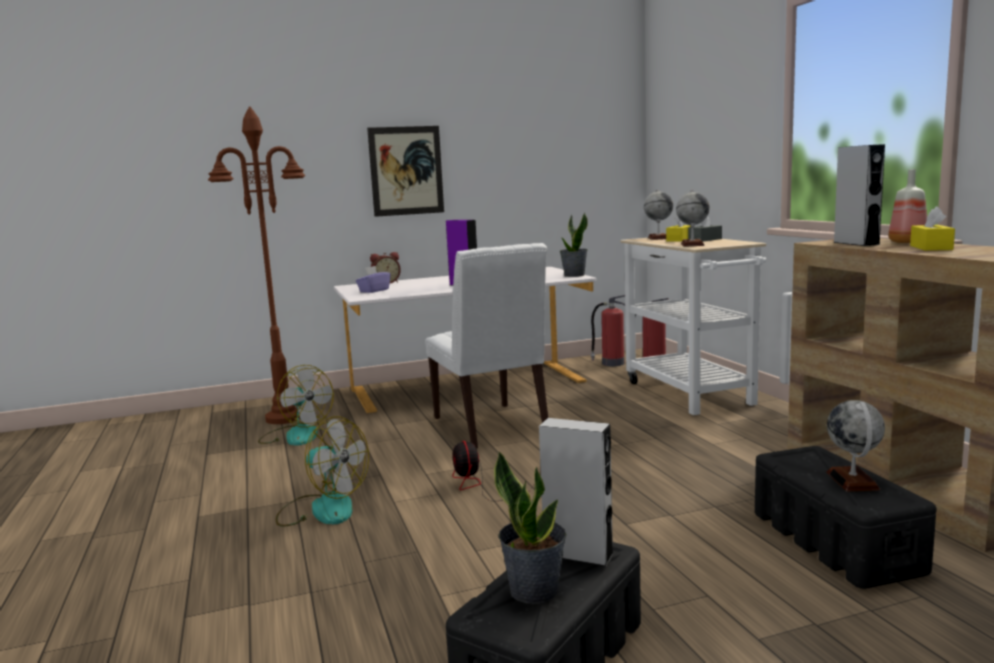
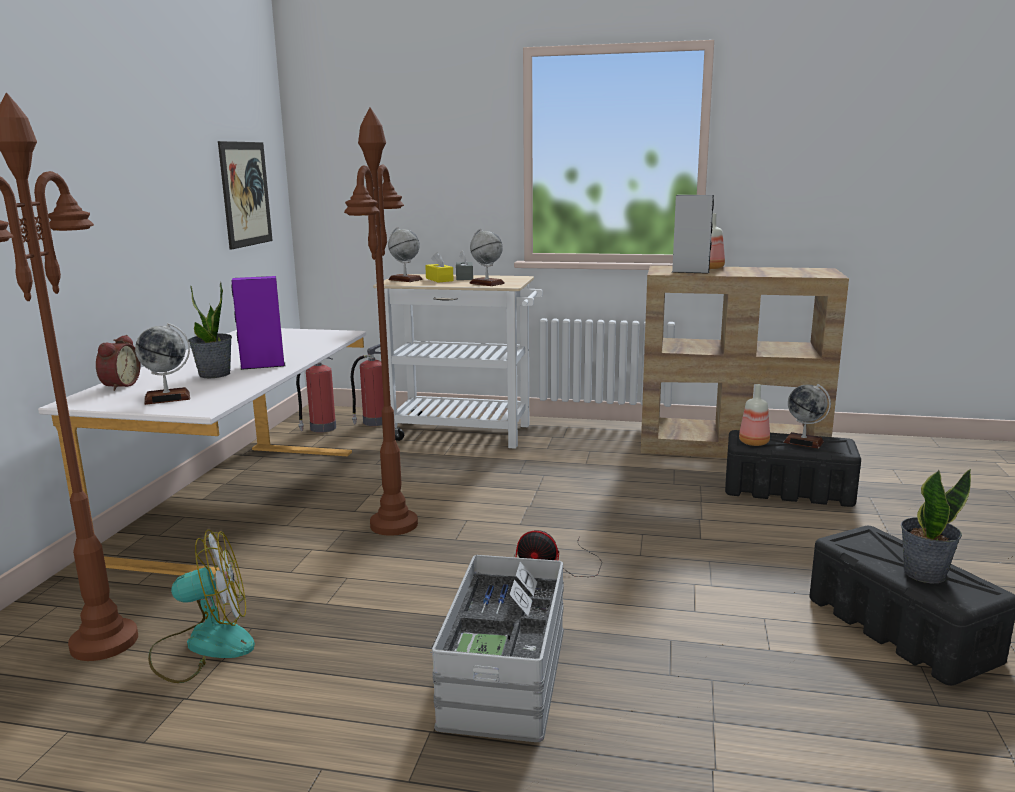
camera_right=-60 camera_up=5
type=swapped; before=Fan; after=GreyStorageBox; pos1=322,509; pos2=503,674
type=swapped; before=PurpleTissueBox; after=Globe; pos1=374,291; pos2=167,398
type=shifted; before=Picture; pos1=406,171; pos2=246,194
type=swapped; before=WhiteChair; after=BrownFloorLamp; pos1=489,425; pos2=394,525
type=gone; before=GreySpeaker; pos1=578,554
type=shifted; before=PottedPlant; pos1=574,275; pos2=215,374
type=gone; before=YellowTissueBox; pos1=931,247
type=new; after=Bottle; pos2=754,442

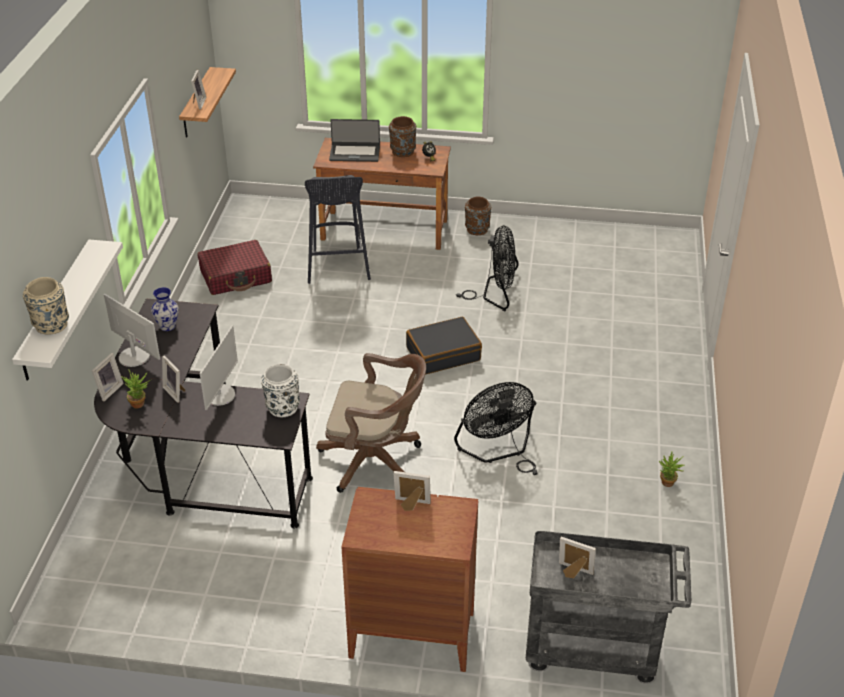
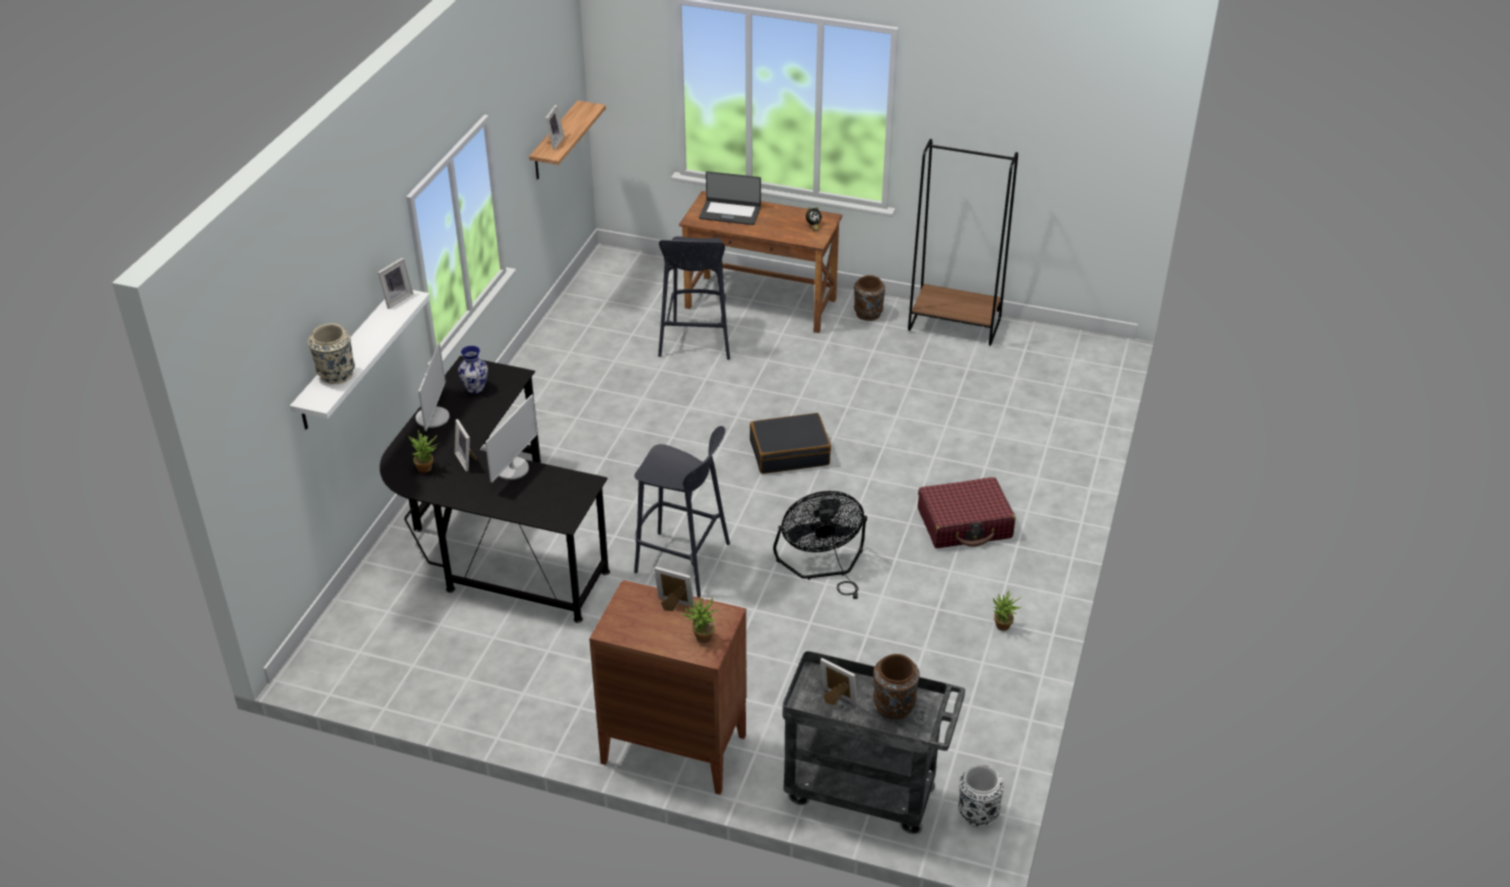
camera_right=10 camera_up=0
type=shifted; before=PictureFrame; pos1=108,390; pos2=396,299
type=rotated; before=Monitor; pos1=134,356; pos2=433,417; turn=45
type=shifted; before=RedSuitcase; pos1=236,276; pos2=965,524
type=shifted; before=WhiteVase; pos1=282,407; pos2=977,813
type=swapped; before=BrownOfficeChair; after=GreyStool; pos1=376,461; pos2=683,562
type=shifted; before=BrownVase; pos1=403,152; pos2=894,706
type=gone; before=BlackFan; pos1=495,291
type=new; after=PottedPlant; pos2=701,638
type=new; after=ClothesRack; pos2=954,326

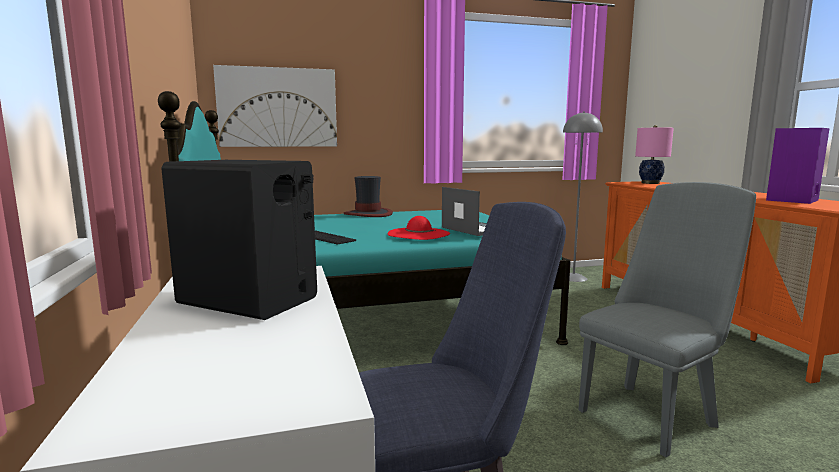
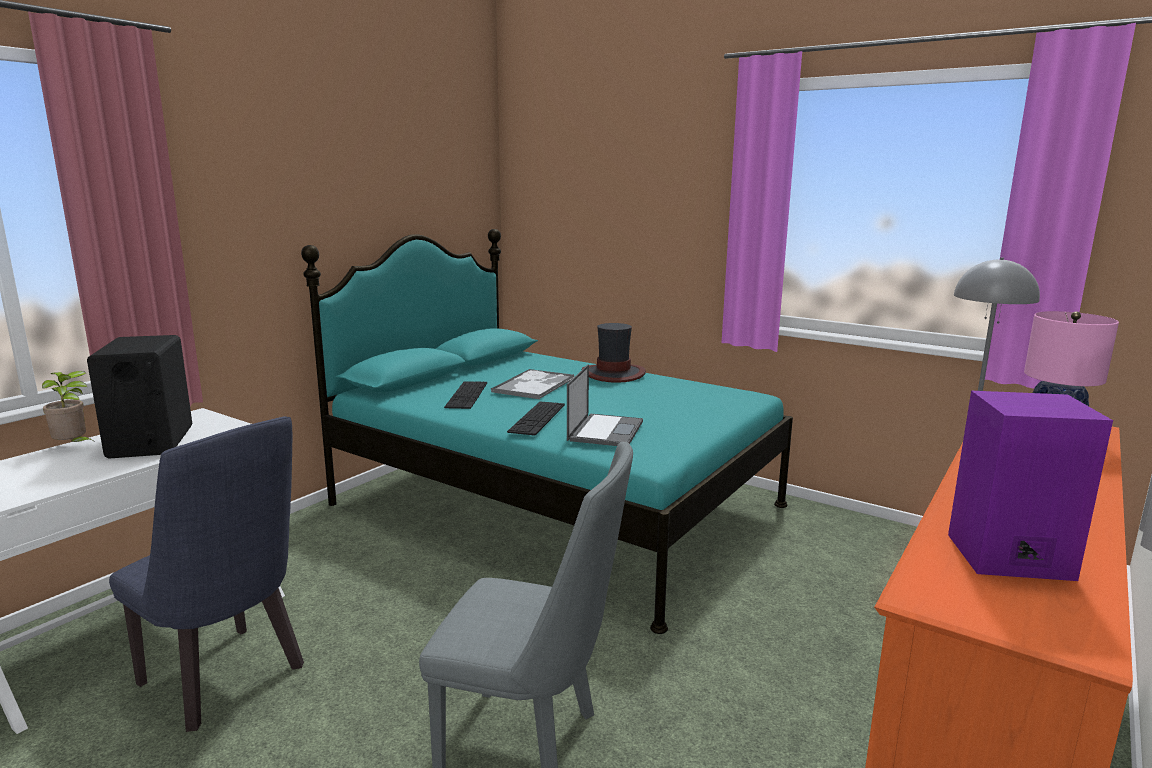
camera_right=50 camera_up=5
type=gone; before=Picture; pos1=278,107
type=swapped; before=RedHat; after=Keyboard; pos1=418,234; pos2=537,418
type=new; after=PottedPlant; pos2=74,446
type=new; after=Tray; pos2=534,385

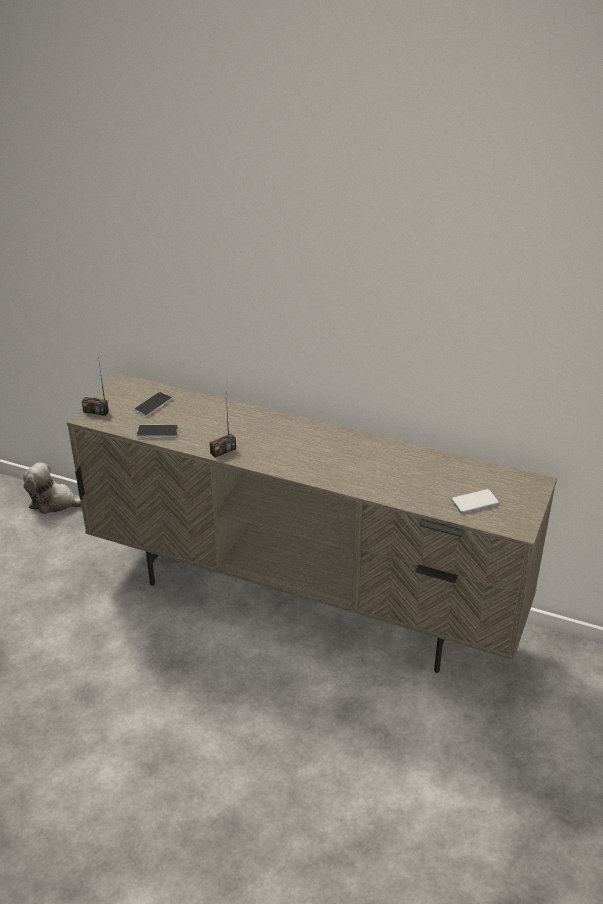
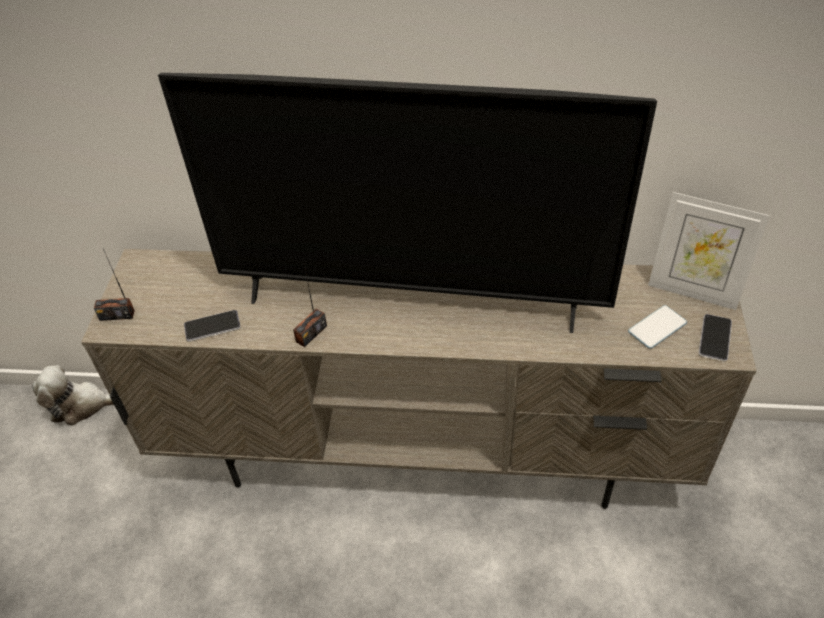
camera_right=-15 camera_up=10
type=shifted; before=Phone; pos1=153,405; pos2=715,338
type=new; after=Television; pos2=411,300
type=new; after=PictureFrame; pos2=693,291

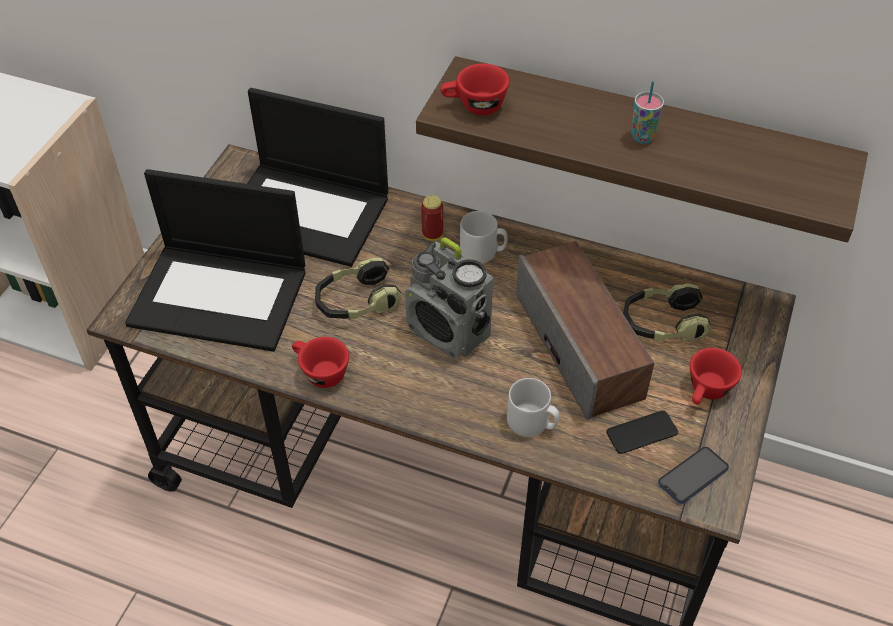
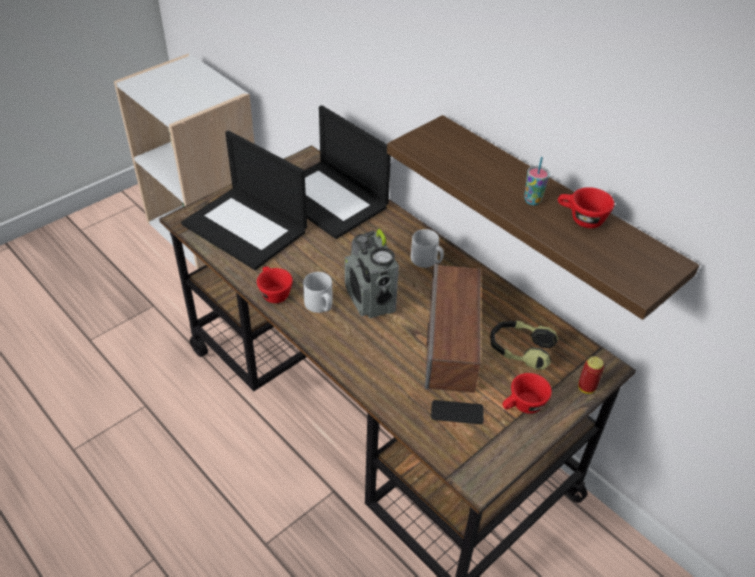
camera_right=25 camera_up=-5
type=gone; before=Headphones; pos1=356,302
type=shifted; before=Can; pos1=432,235; pos2=586,387
type=shifted; before=RedCup; pos1=474,106; pos2=580,219
type=shifted; before=GreyMug; pos1=532,423; pos2=320,305
type=gone; before=Phone; pos1=692,476

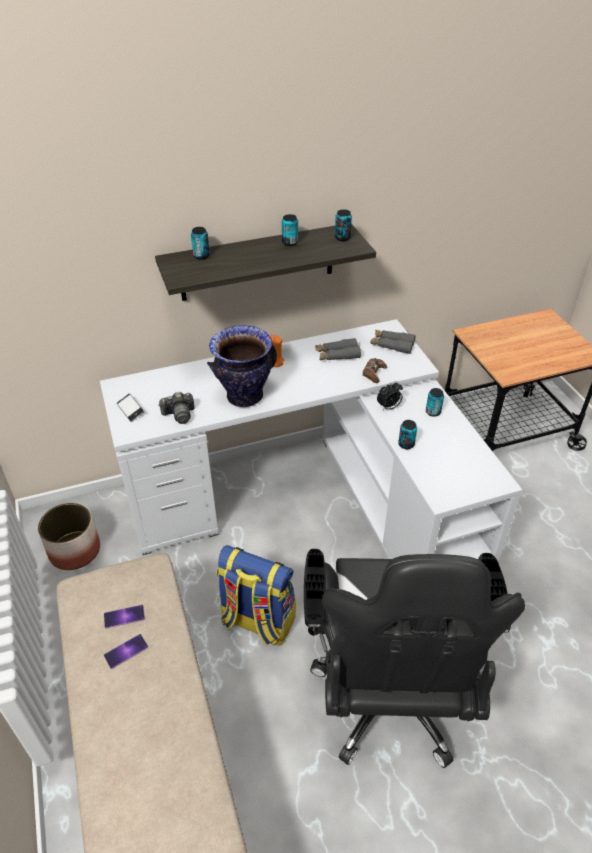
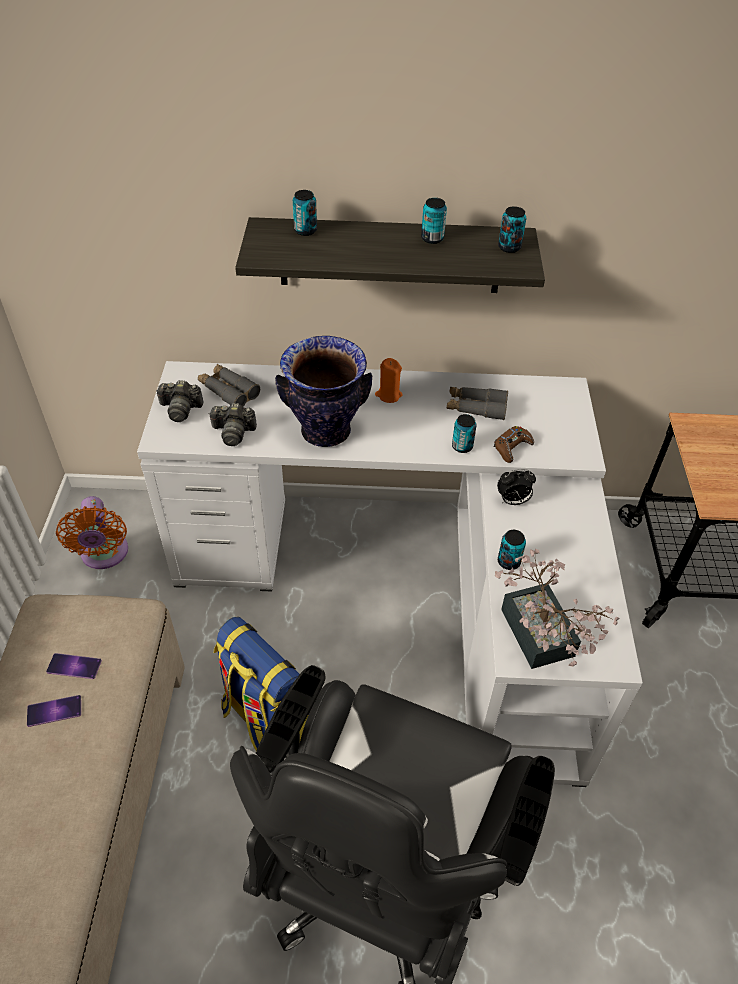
camera_right=20 camera_up=5
type=swapped; before=Planter; after=OrangeFan; pos1=75,550; pos2=104,555
type=swapped; before=Phone; after=PhotoCamera; pos1=130,410; pos2=180,409
type=shifted; before=GreyBinoculars; pos1=392,345; pos2=228,391
type=shifted; before=Can; pos1=433,412; pos2=462,446
type=new; after=PottedPlant; pos2=540,641

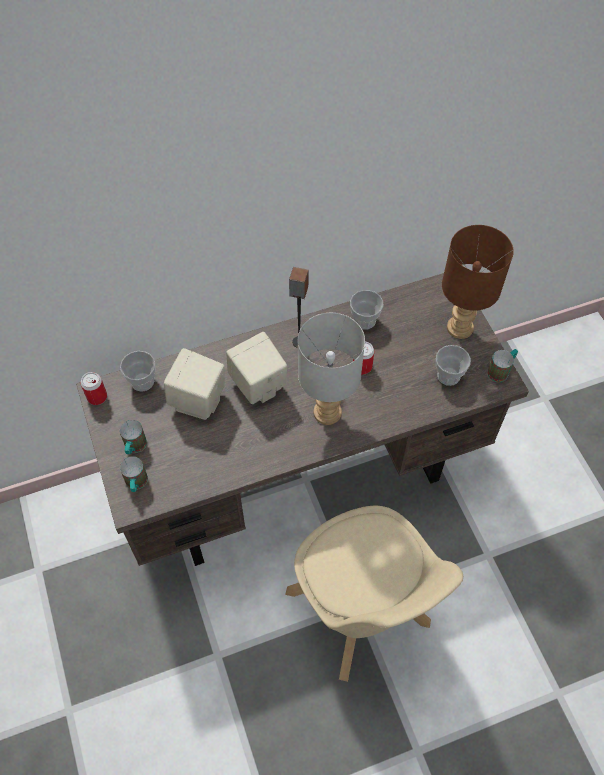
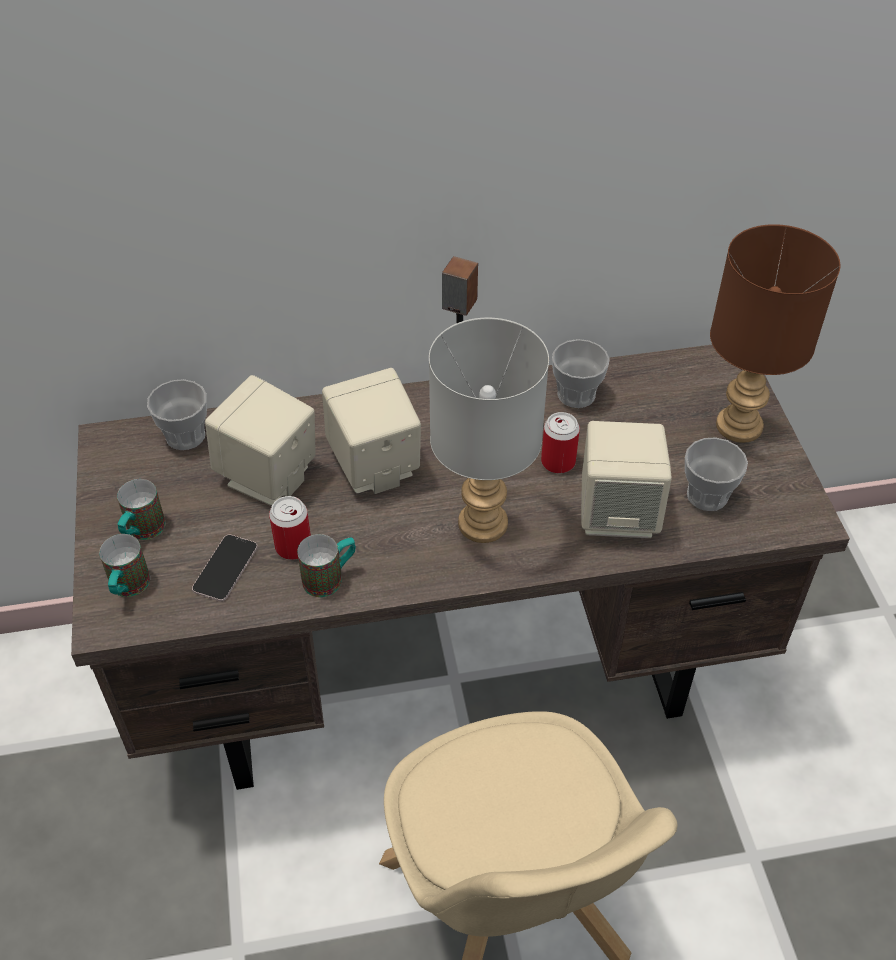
camera_right=10 camera_up=-10
type=shifted; before=Can; pos1=97,397; pos2=293,546
type=shifted; before=Mug; pos1=501,371; pos2=330,577
type=new; after=Phone; pos2=225,568
type=new; after=BeigeSpeaker; pos2=618,513

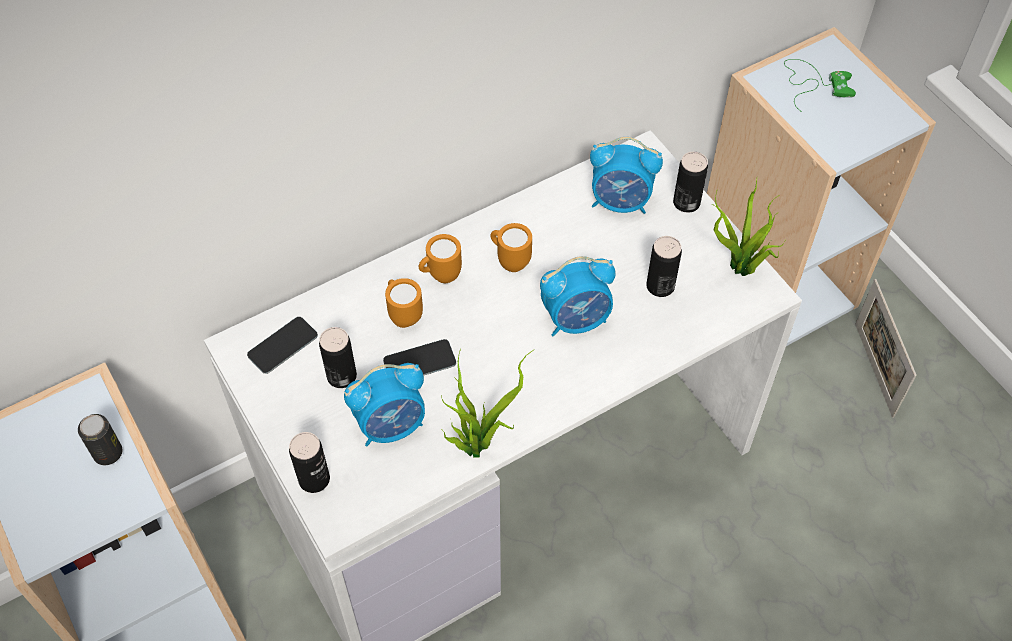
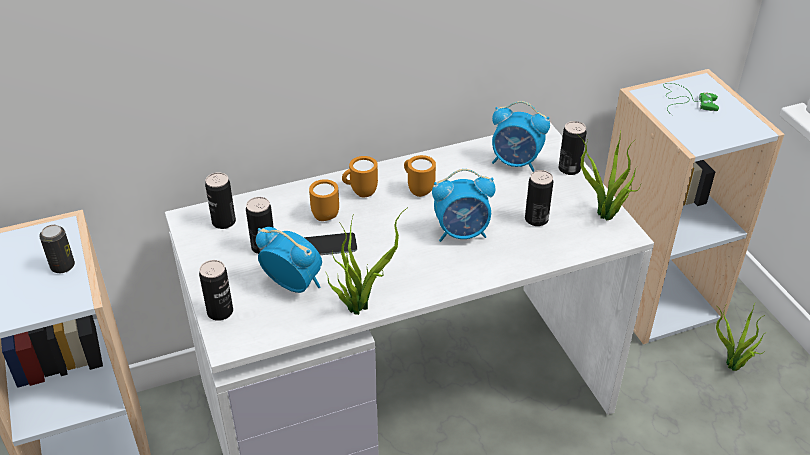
camera_right=10 camera_up=-15
type=swapped; before=Phone; after=Can; pos1=282,345; pos2=224,222
type=rotated; before=AlarmClock; pos1=391,425; pos2=293,284; turn=-135
type=swapped; before=PictureFrame; after=PottedPlant; pos1=874,369; pos2=732,366

